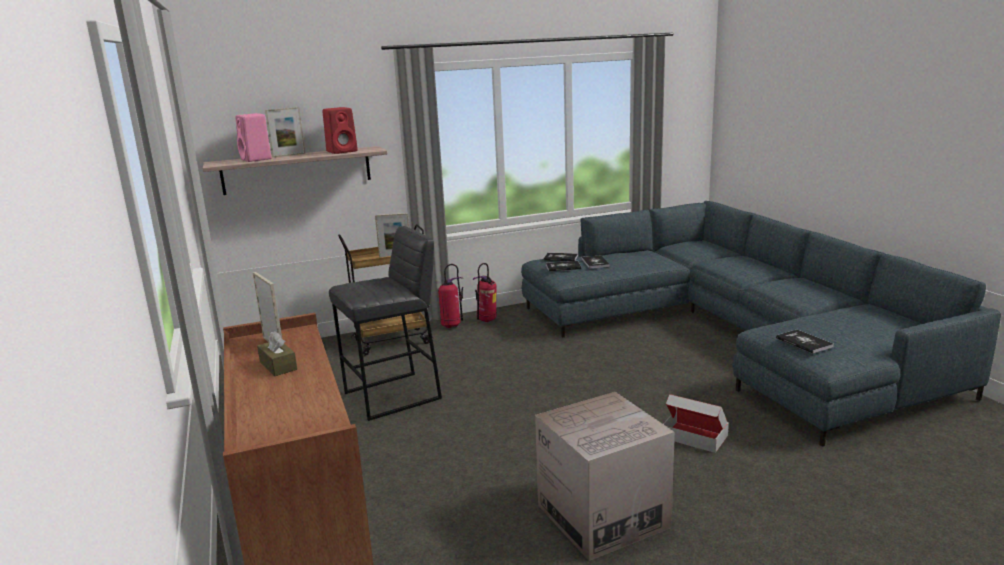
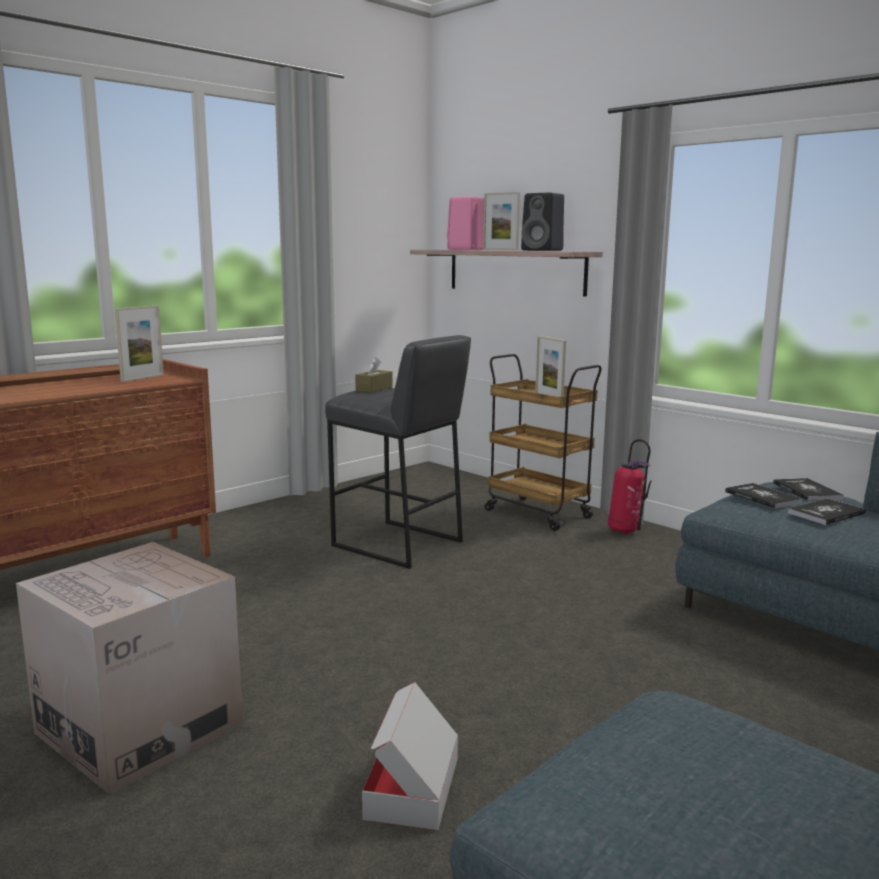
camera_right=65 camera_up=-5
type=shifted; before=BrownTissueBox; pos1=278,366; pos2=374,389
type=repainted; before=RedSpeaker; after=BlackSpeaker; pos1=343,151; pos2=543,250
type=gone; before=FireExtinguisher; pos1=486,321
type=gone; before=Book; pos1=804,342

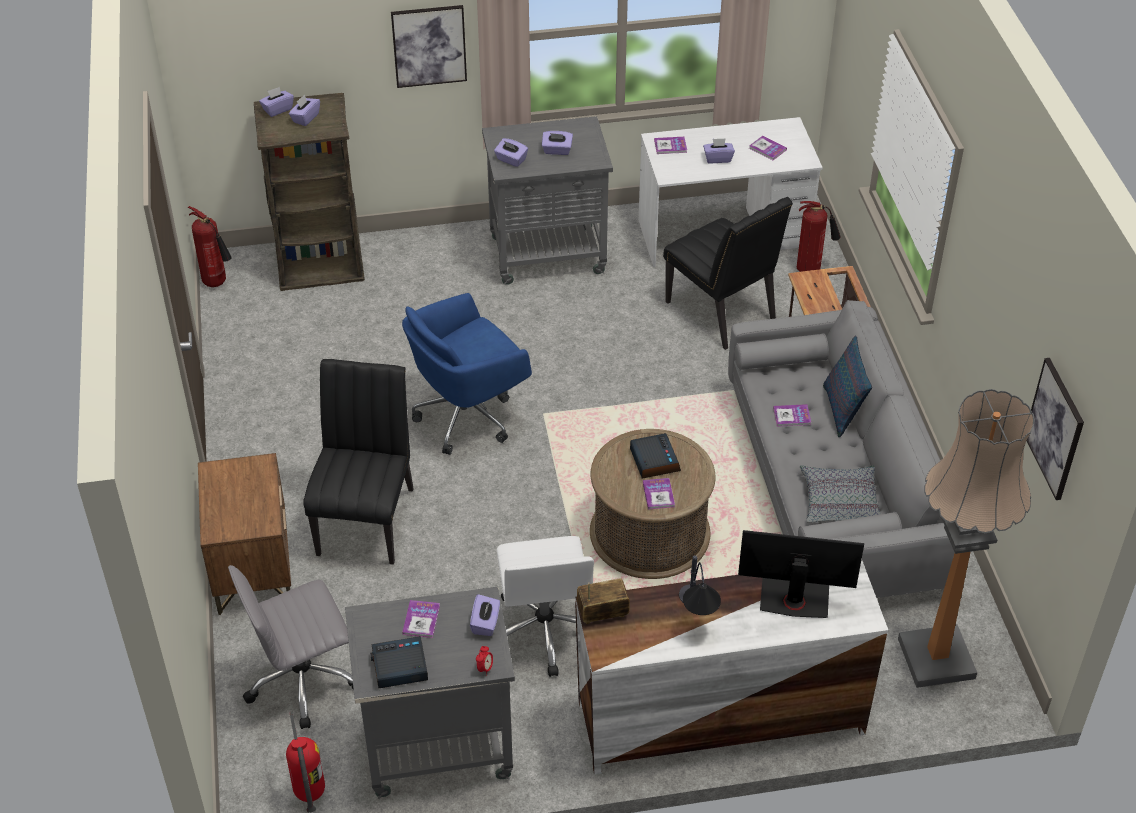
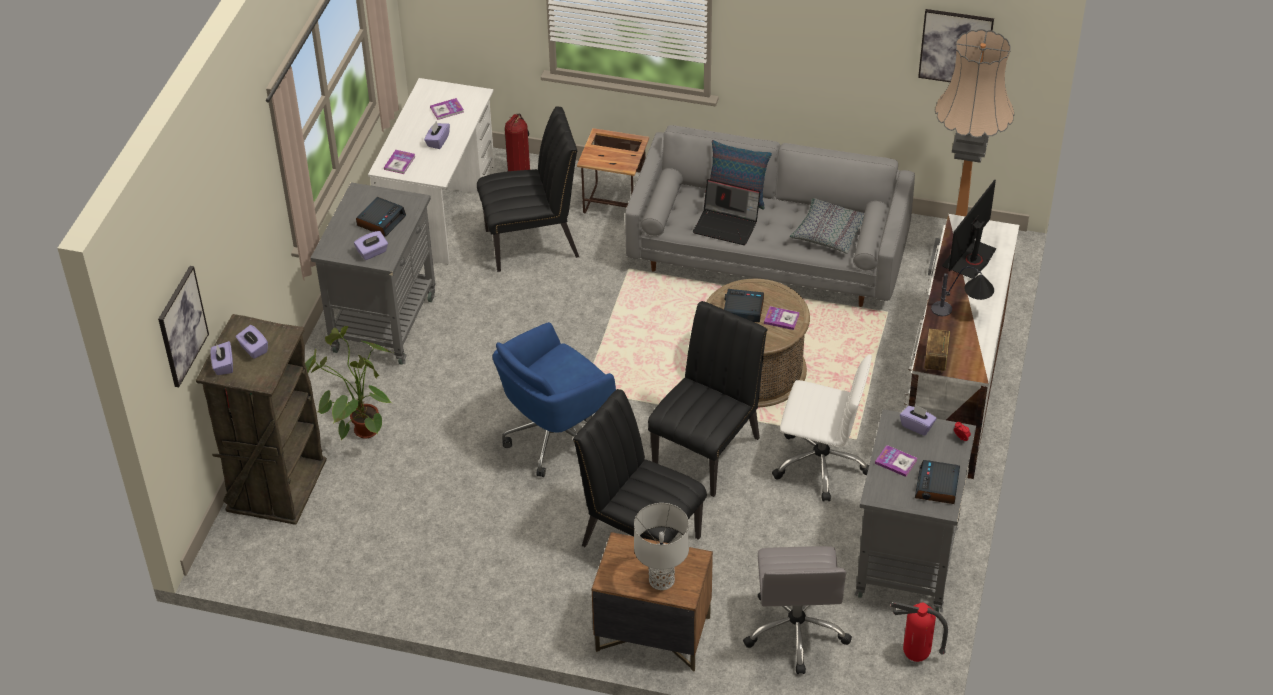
camera_right=-65 camera_up=0
type=gone; before=FireExtinguisher; pos1=217,283
type=shifted; before=Picture; pos1=429,45; pos2=182,326
type=rotated; before=BlueOfficeChair; pos1=469,417; pos2=556,439; turn=60
type=swapped; before=PurpleTissueBox; after=AlarmClock; pos1=557,150; pos2=381,220
type=swapped; before=Book; after=Laptop; pos1=792,416; pos2=727,225
type=new; after=PottedPlant; pos2=357,424
type=new; after=WhiteTableLamp; pos2=661,580
type=new; after=BlackChair; pos2=707,454

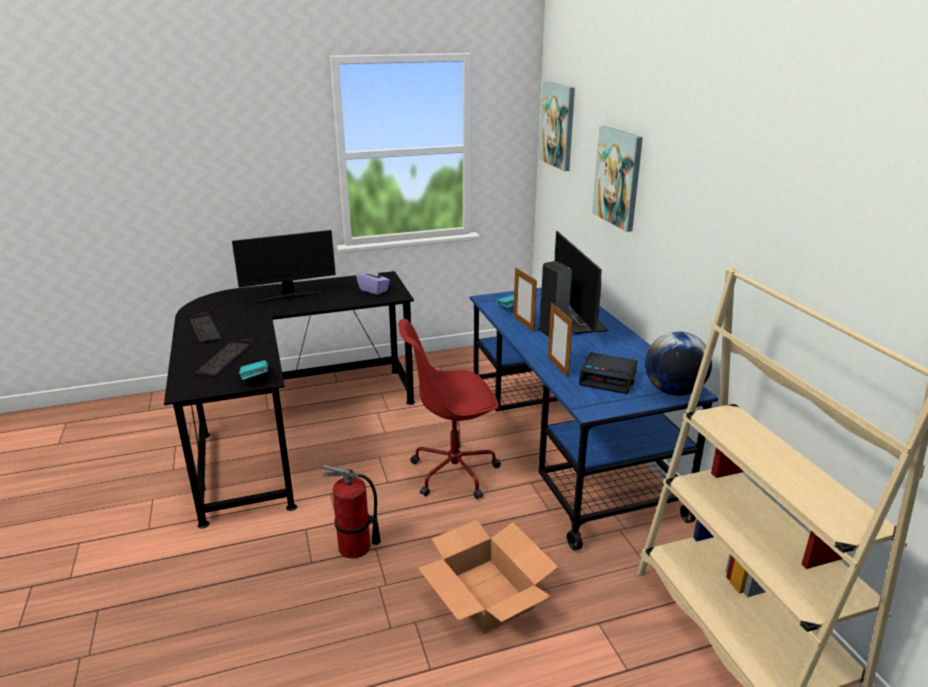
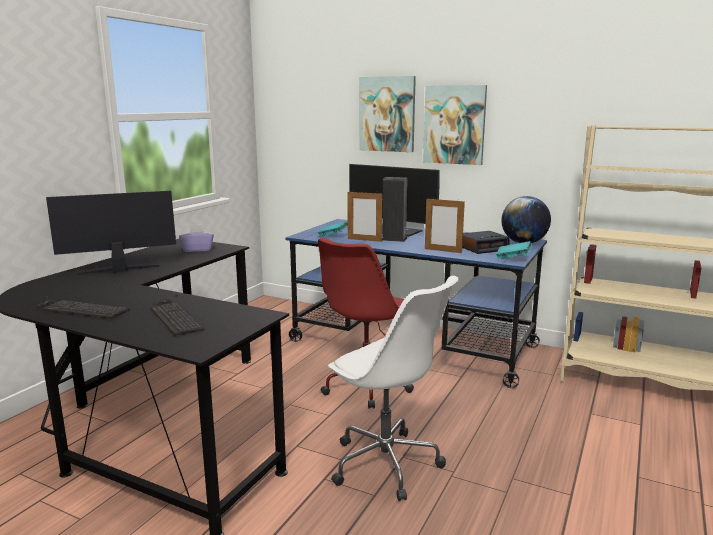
camera_right=-45 camera_up=-10
type=rotated; before=Monitor; pos1=289,296; pos2=119,270; turn=-135
type=shifted; before=TurquoiseBook; pos1=255,378; pos2=513,258
type=swapped; before=FireExtinguisher; after=WhiteOfficeChair; pos1=355,547; pos2=387,465
type=gone; before=CardboardBox; pos1=487,595
type=shifted; before=Picture; pos1=558,125; pos2=454,125

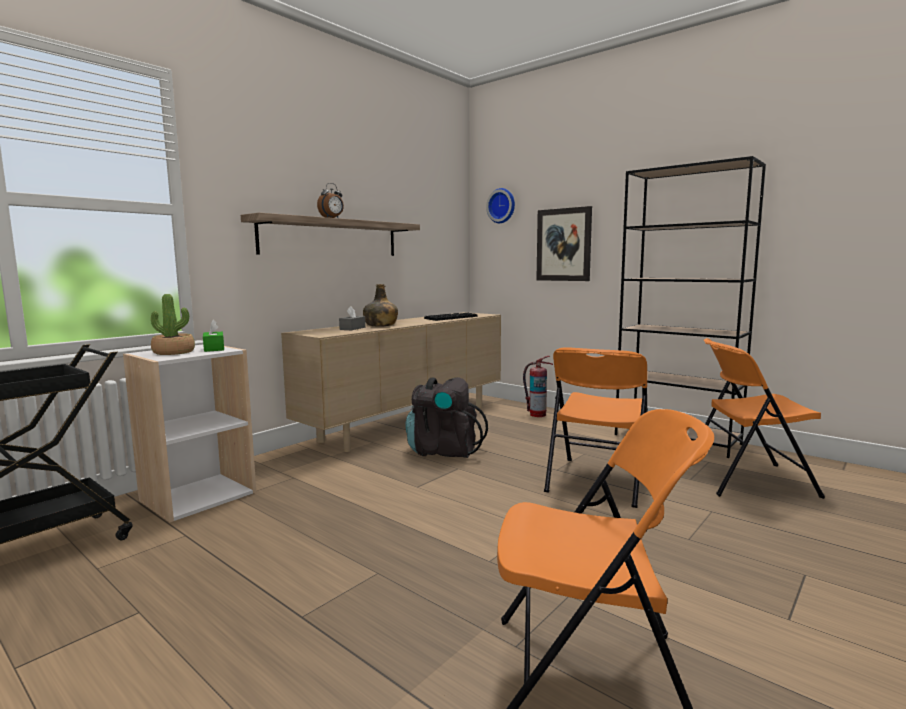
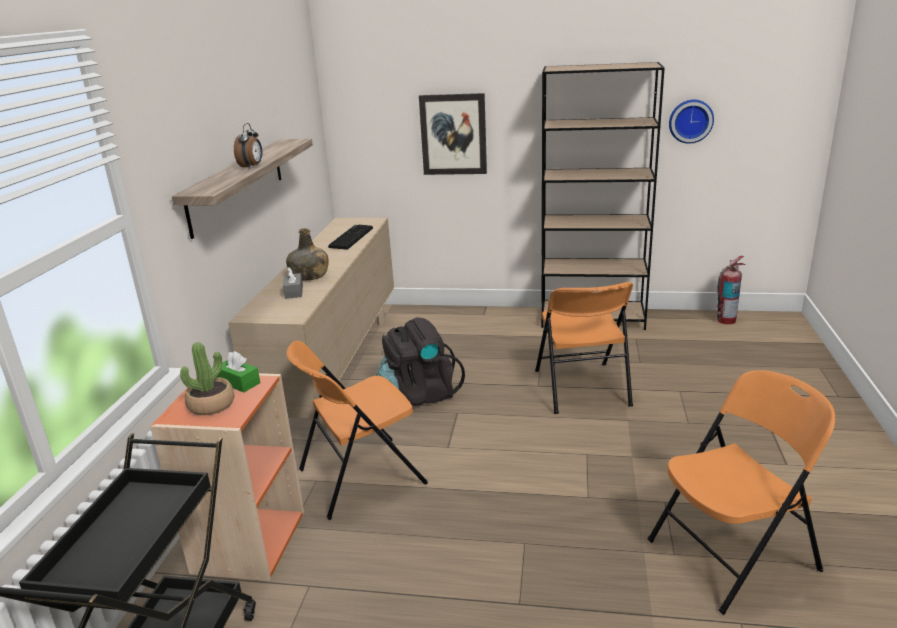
camera_right=-30 camera_up=15
type=repainted; before=WhiteBookcase; after=OrangeBookcase; pos1=199,496; pos2=249,540
type=shifted; before=WallClock; pos1=502,206; pos2=690,121
type=shifted; before=FireExtinguisher; pos1=537,414; pos2=725,320
type=shifted; before=OrangeChair; pos1=748,479; pos2=361,476

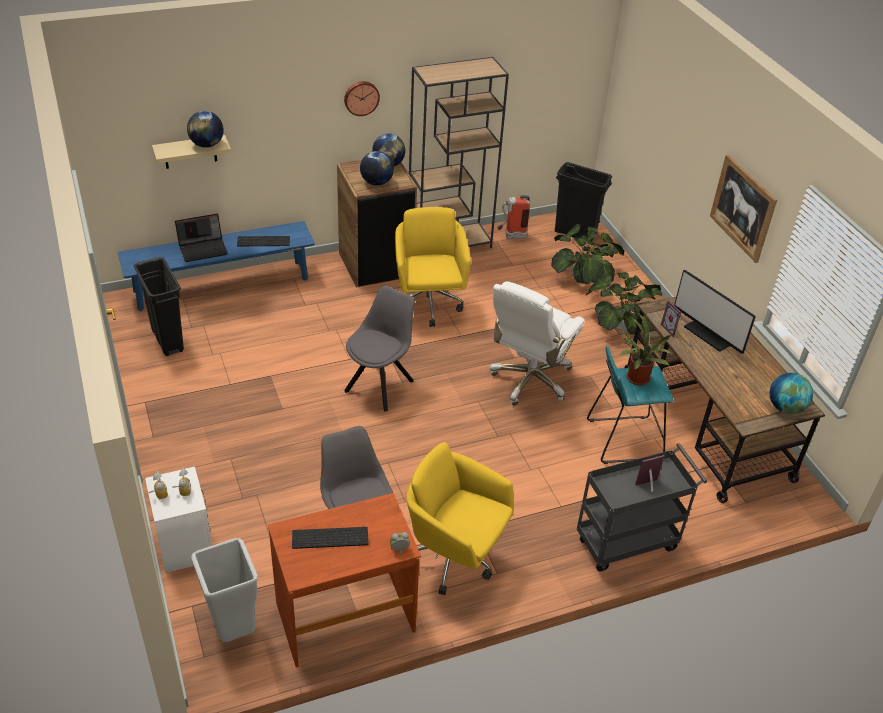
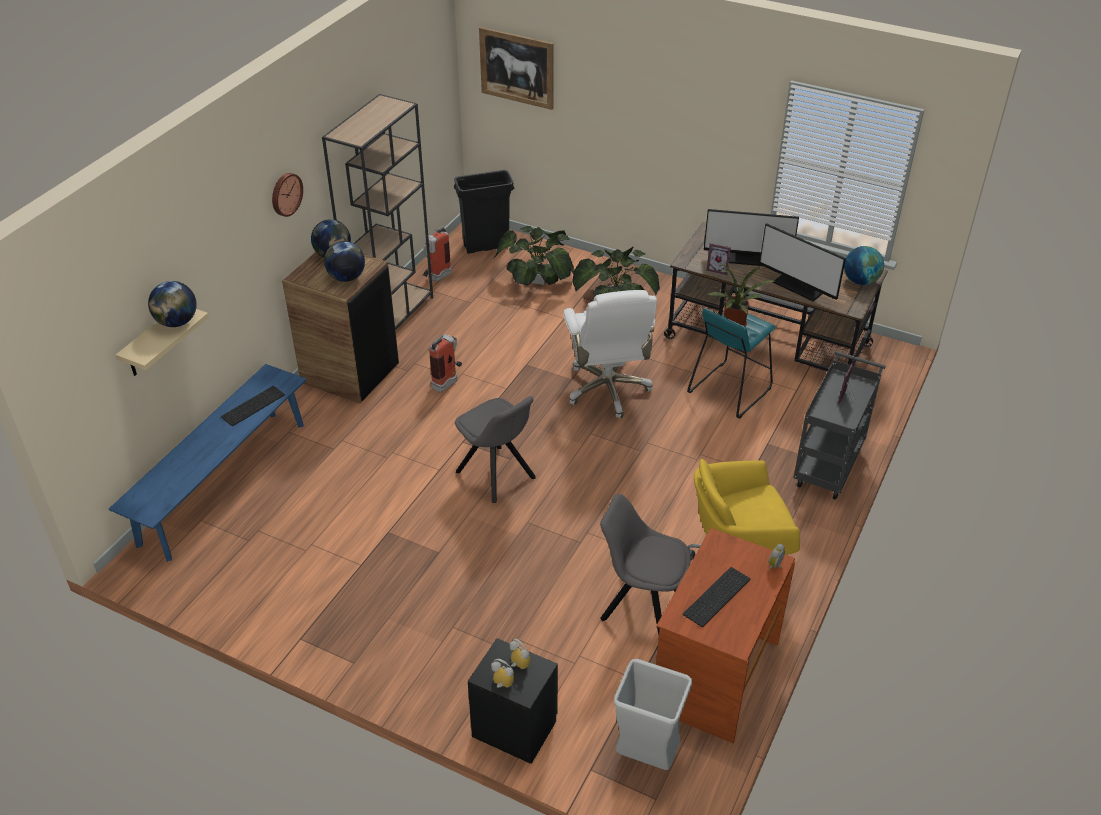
camera_right=-40 camera_up=0
type=gone; before=BlackTrashCan; pos1=167,340
type=repainted; before=WhiteNightstand; after=BlackNightstand; pos1=185,543; pos2=513,726
type=gone; before=Laptop; pos1=203,248
type=rotated; before=GreyChair; pos1=380,386; pos2=496,475; turn=150
type=swapped; before=YellowOfficeChair; after=FireExtinguisher; pos1=428,308; pos2=448,382
type=shifted; before=Picture; pos1=743,208; pos2=517,68
type=new; after=Monitor; pos2=799,286

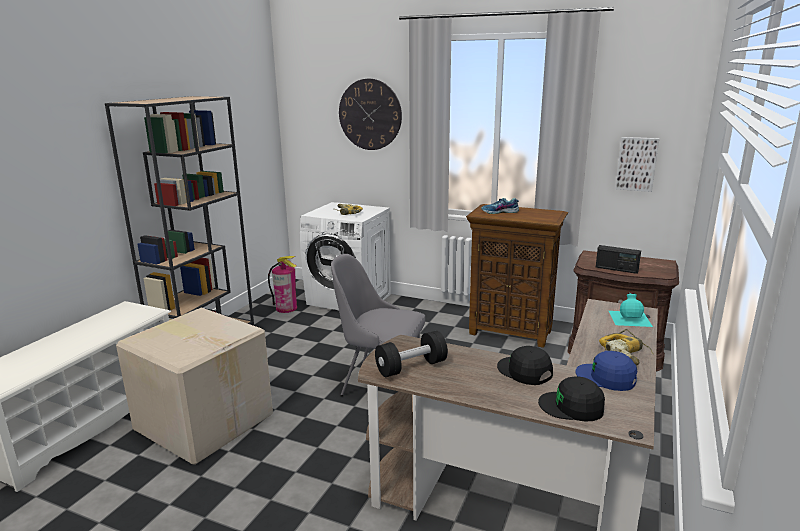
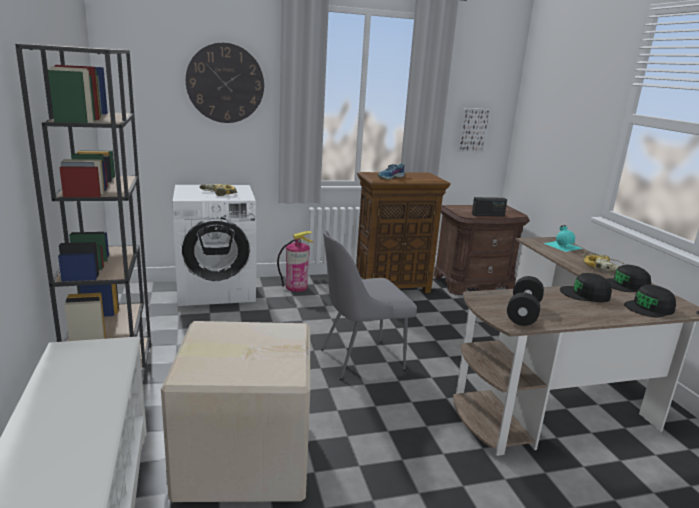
camera_right=-40 camera_up=0
type=shifted; before=FireExtinguisher; pos1=286,308; pos2=296,287
type=repainted; before=BlueCap; after=BlackCap; pos1=606,377; pos2=626,285

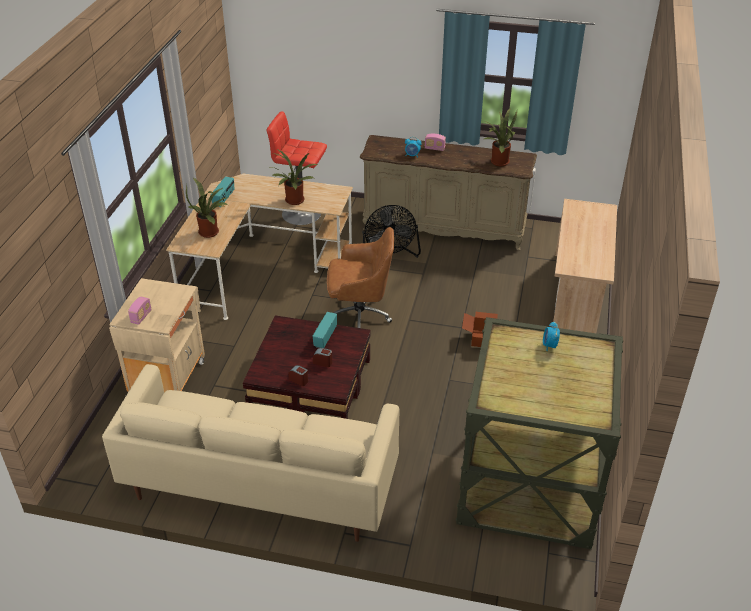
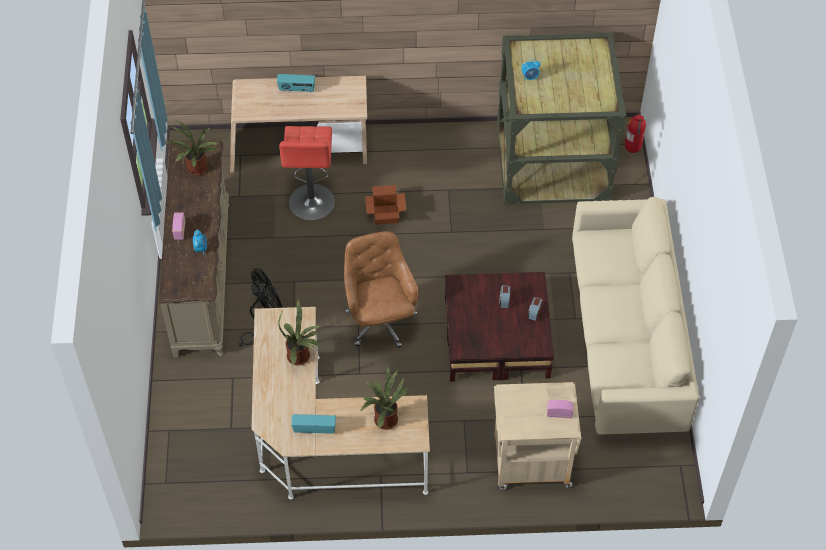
camera_right=-105 camera_up=15
type=shifted; before=RedStool; pos1=301,214; pos2=311,202
type=shifted; before=Radio; pos1=325,337; pos2=297,89
type=new; after=FireExtinguisher; pos2=633,150

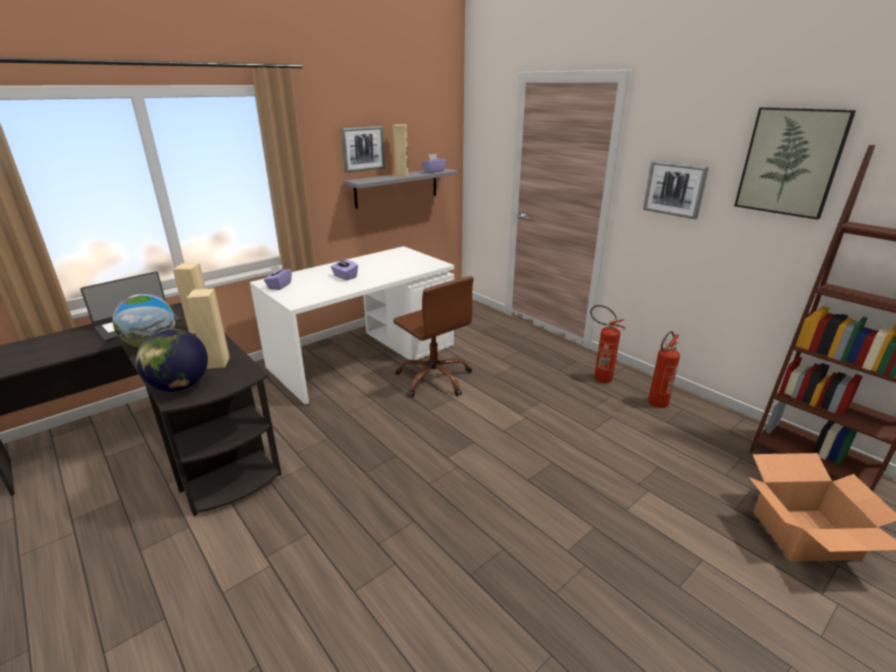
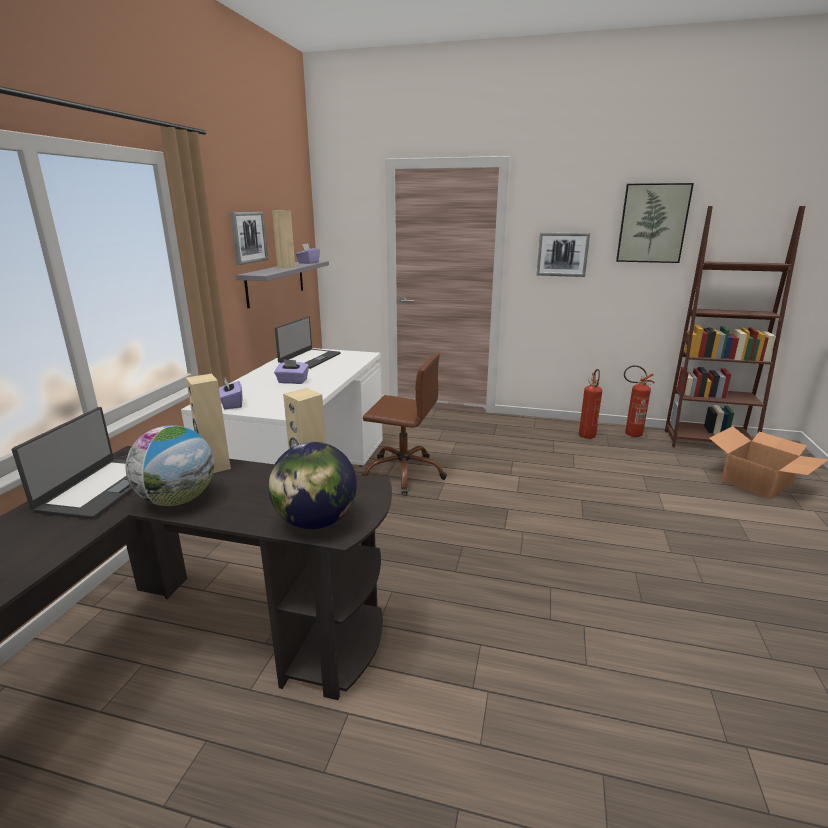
camera_right=-35 camera_up=-5
type=shifted; before=FireExtinguisher; pos1=598,377; pos2=629,434
type=new; after=Laptop; pos2=309,359

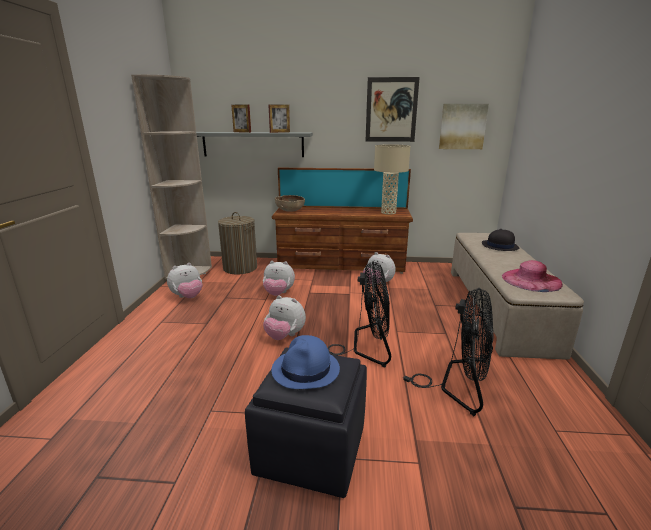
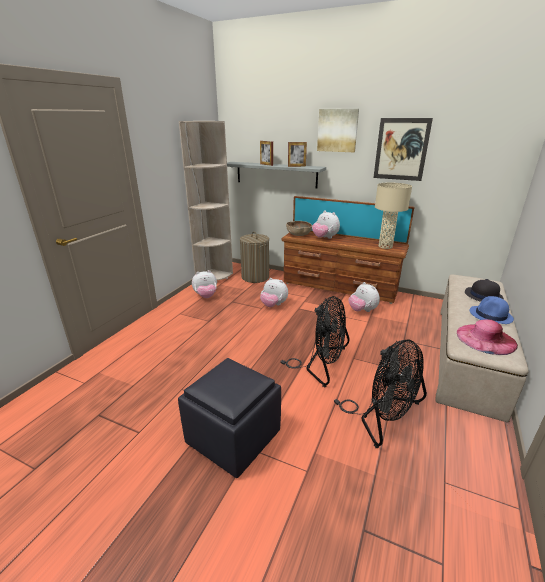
camera_right=20 camera_up=5
type=shifted; before=PlushToy; pos1=284,336; pos2=324,238
type=shifted; before=BlueHat; pos1=306,370; pos2=491,315
type=shifted; before=Picture; pos1=462,126; pos2=337,130

